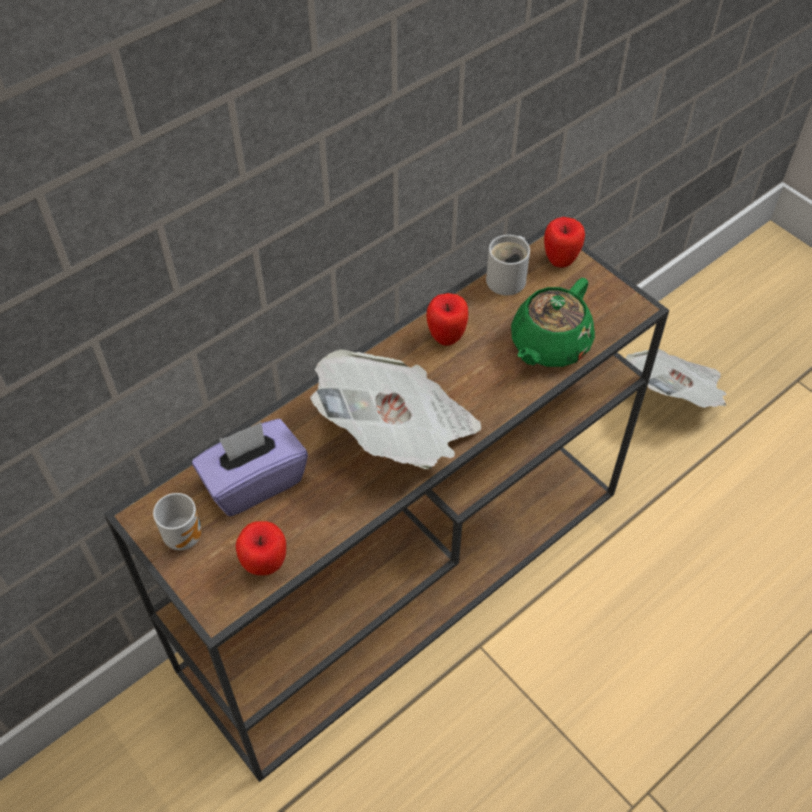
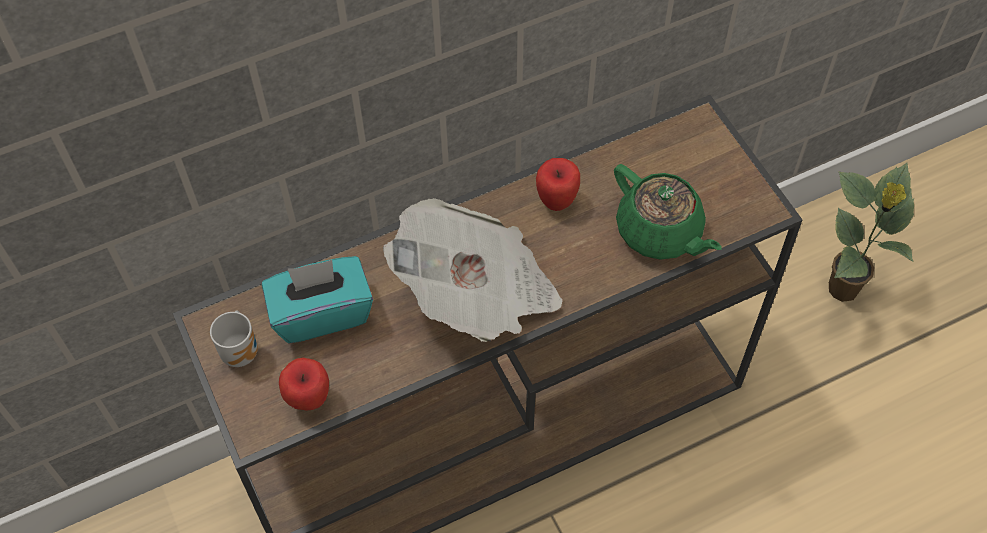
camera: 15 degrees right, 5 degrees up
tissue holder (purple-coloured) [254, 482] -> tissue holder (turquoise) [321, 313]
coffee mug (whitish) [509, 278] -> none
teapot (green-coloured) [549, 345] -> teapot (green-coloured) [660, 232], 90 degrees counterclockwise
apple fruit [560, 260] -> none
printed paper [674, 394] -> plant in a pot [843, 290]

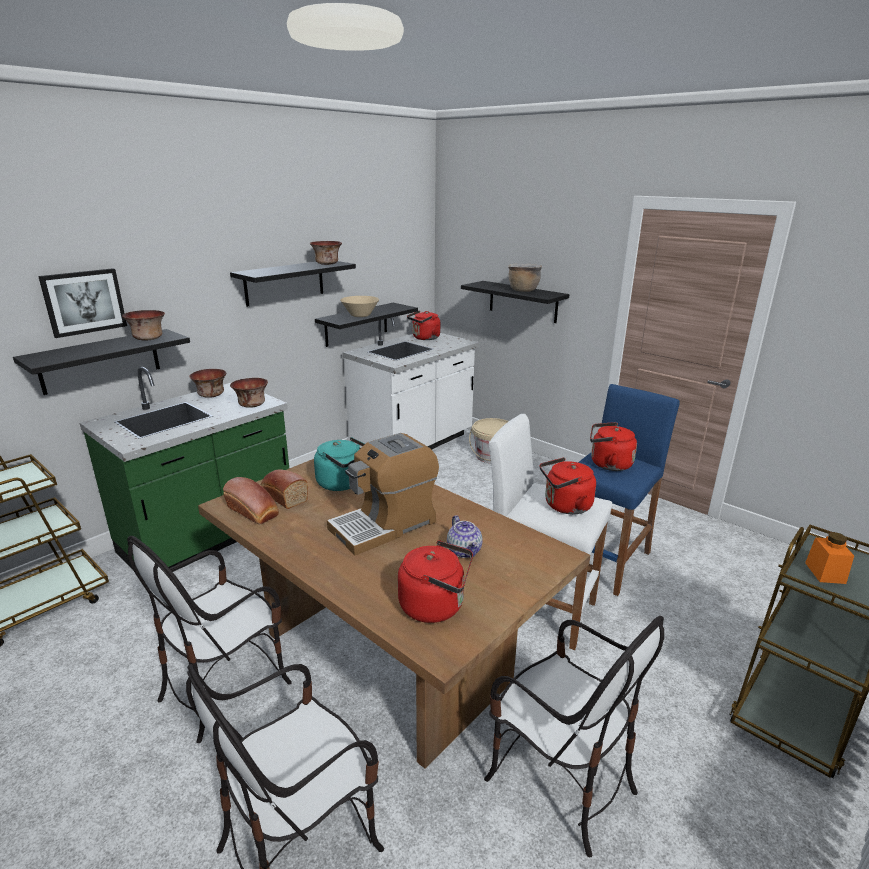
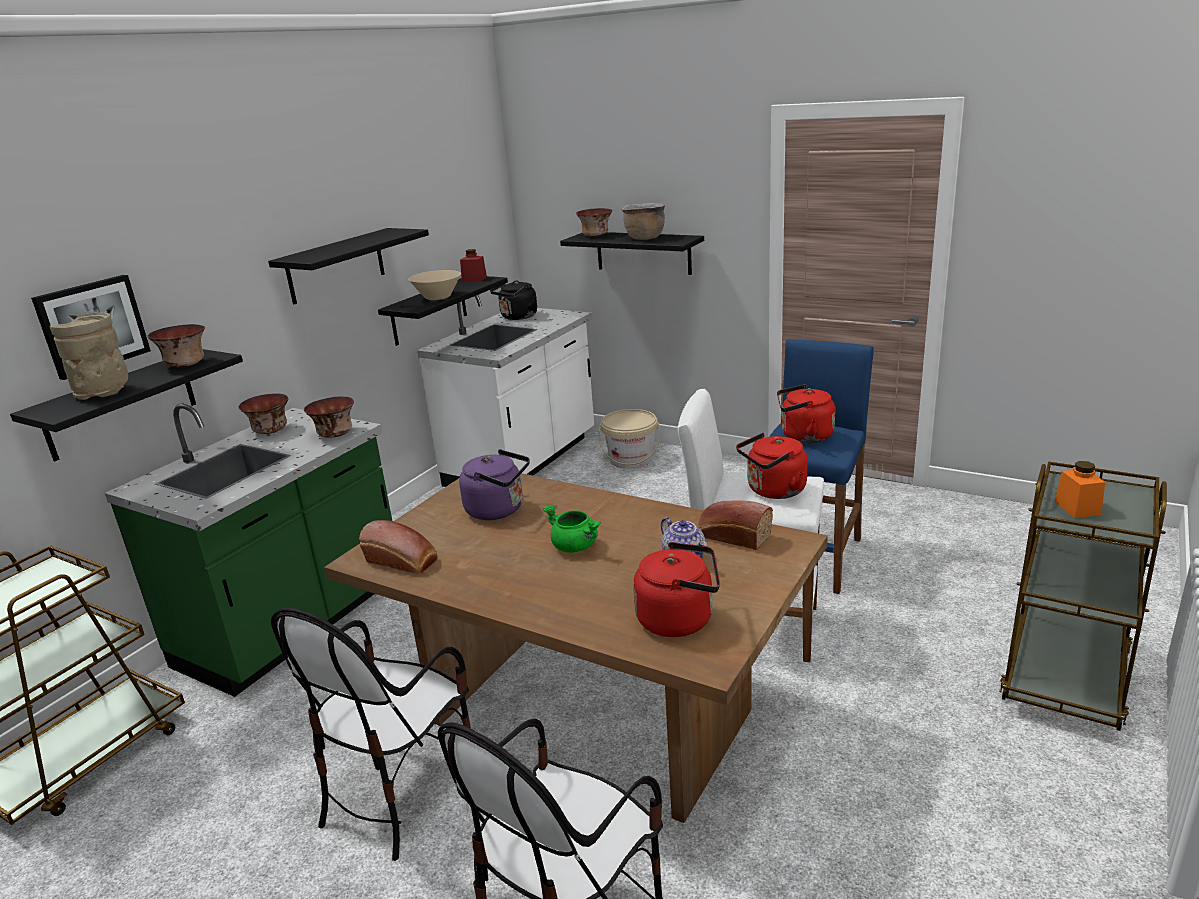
camera: 10 degrees left, 0 degrees up
baked bread [283, 496] -> baked bread [731, 536], relocated
bowl [327, 264] -> bowl [595, 235], relocated
water kettle (turquoise) [343, 483] -> water kettle (purple-coloured) [499, 510]
coffee machine [384, 525] -> stockpot (green-coloured) [575, 547]
water kettle (red) [424, 338] -> water kettle (black) [517, 317]
chair [559, 781] -> none
none -> vase (sand-coloured) [104, 393]
none -> jar (red) [474, 279]

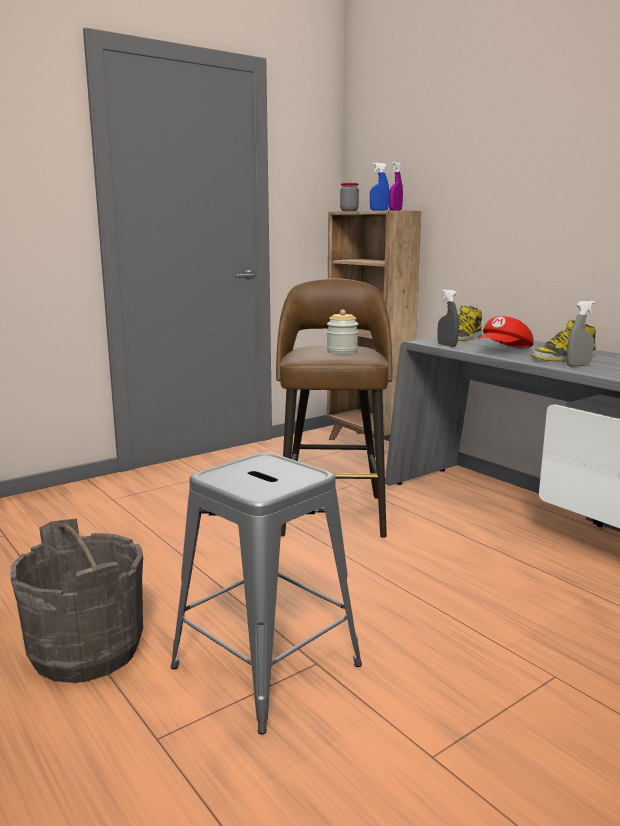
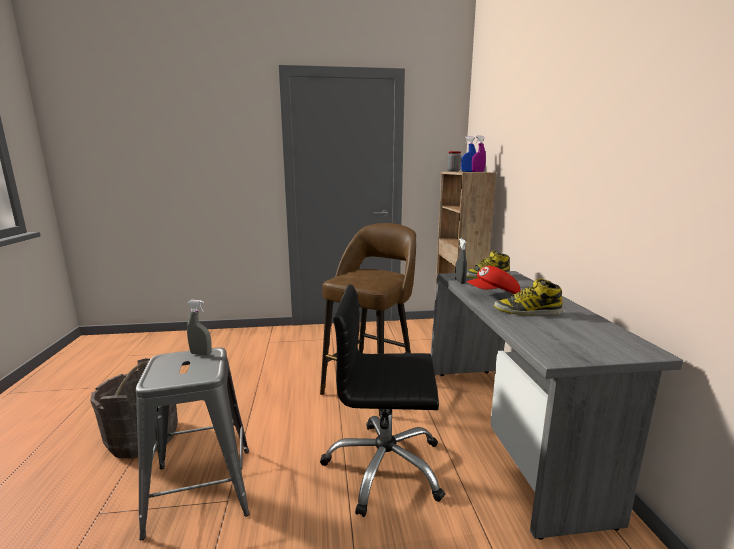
camera: 30 degrees right, 0 degrees up
jar [342, 351] -> none
spray bottle (gray) [578, 365] -> spray bottle (gray) [201, 354], relocated
none -> computer chair (black) [384, 467]

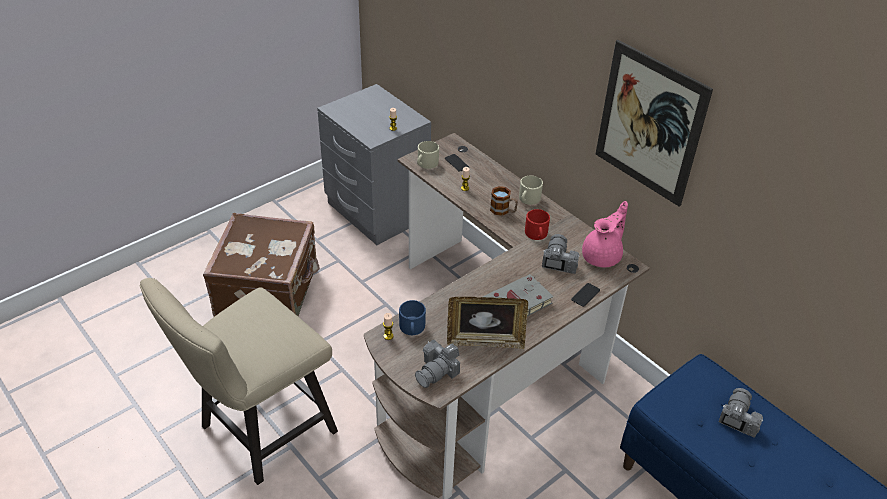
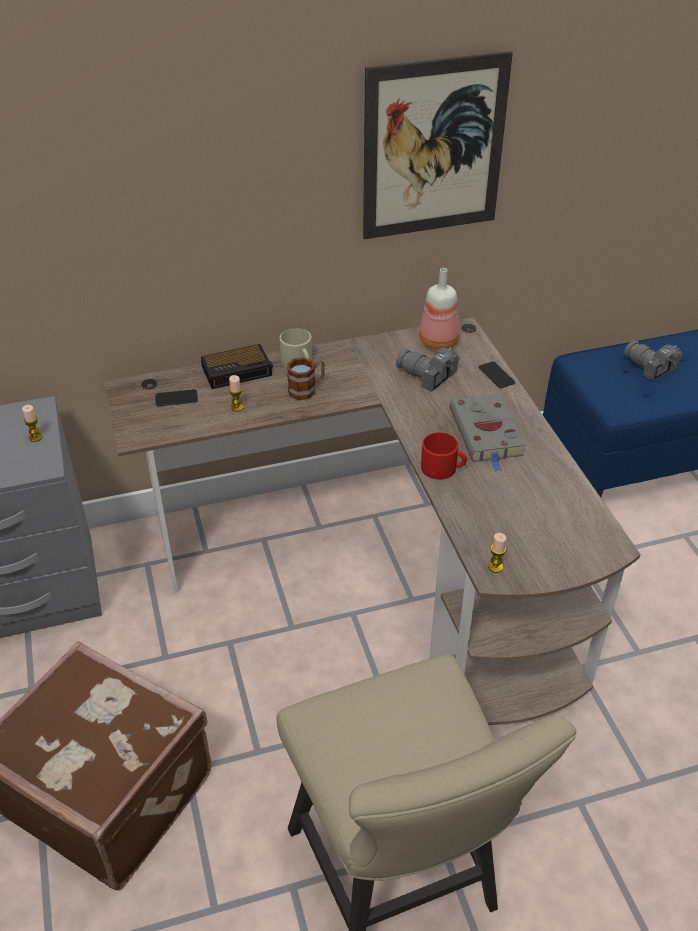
camera: 65 degrees left, 0 degrees up
coffee mug (bluish) [412, 328] -> none
photo camera [437, 371] -> none
coffee mug (sand-coloured) [426, 163] -> none
standing frame [485, 341] -> none
coffee mug (red) [536, 234] -> coffee mug (red) [443, 468], relocated
teapot (pink) [602, 256] -> drink bottle [439, 341]
none -> alarm clock [238, 371]

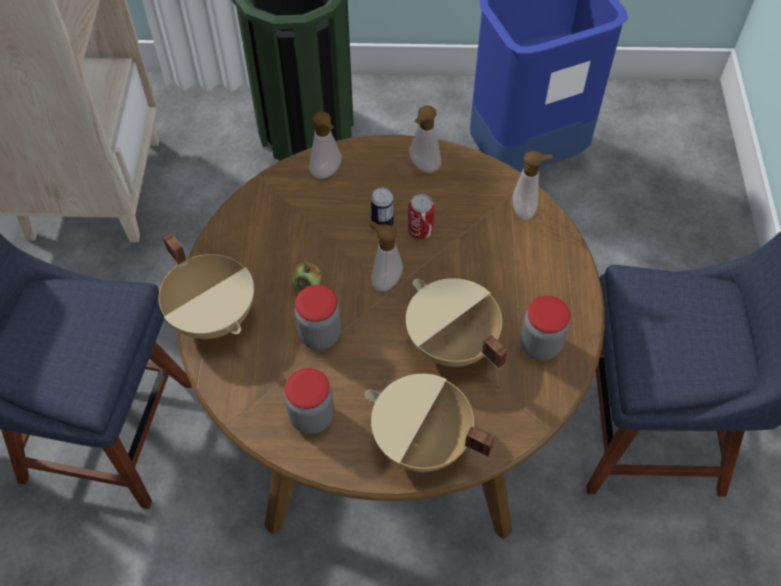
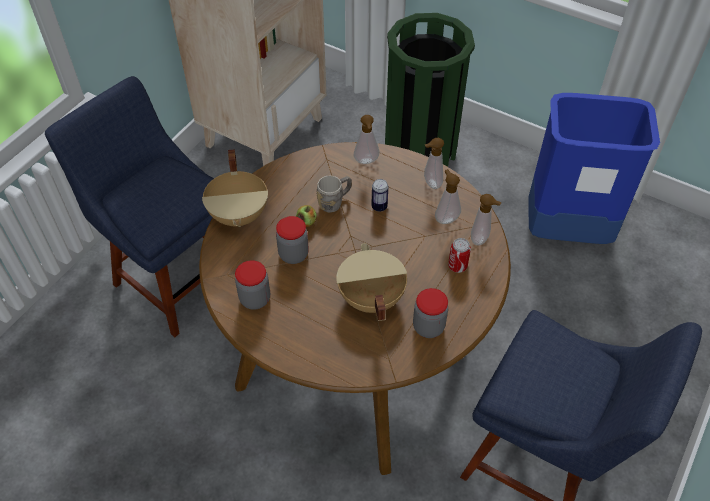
camera: 30 degrees right, 5 degrees down
stockpot (sand-coloured) [421, 443] -> none
soap bottle [384, 280] -> soap bottle [446, 218], relocated
sealed can [420, 231] -> sealed can [457, 266], relocated
none -> coffee mug (gray) [334, 202]

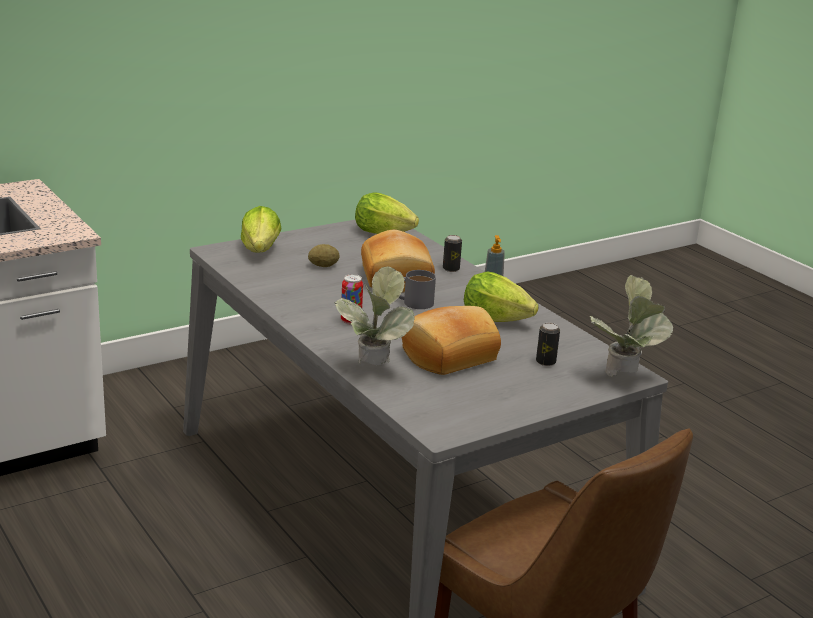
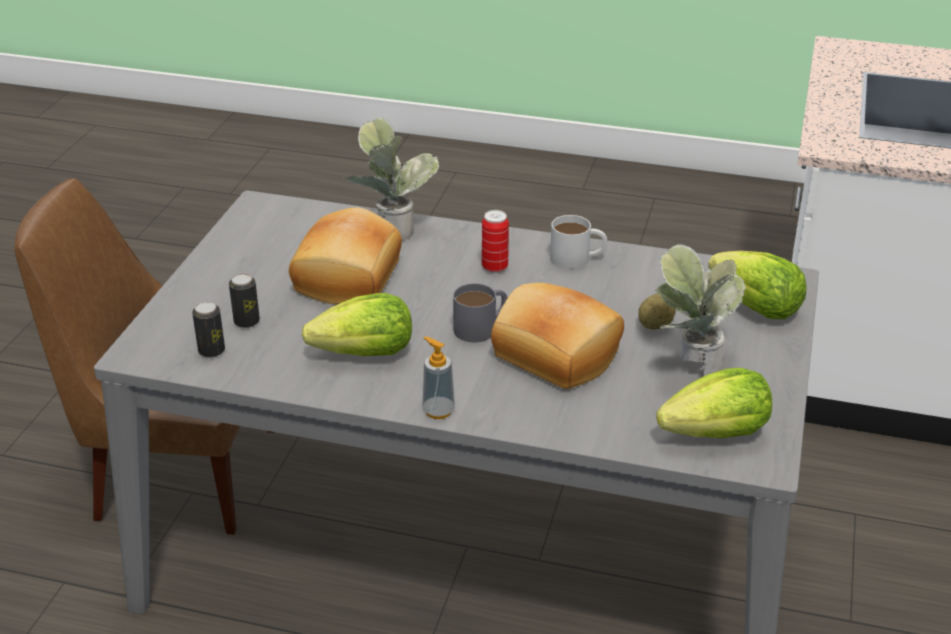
camera: 140 degrees right, 10 degrees up
sealed can [451, 269] -> sealed can [211, 351], relocated
plant in a pot [625, 378] -> plant in a pot [690, 365], relocated
none -> coffee mug (whitish) [578, 258]

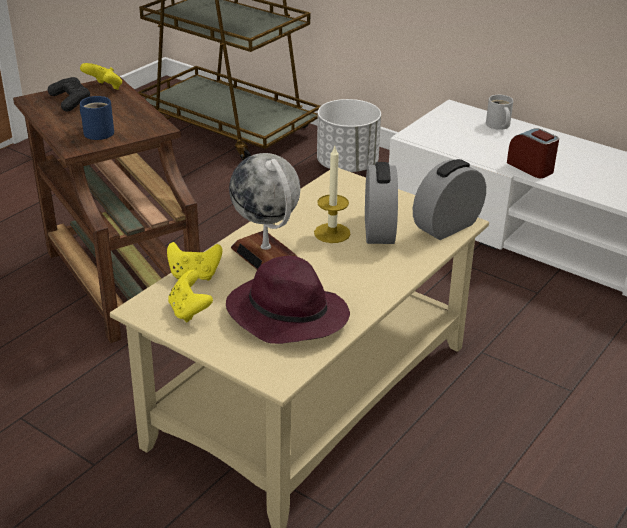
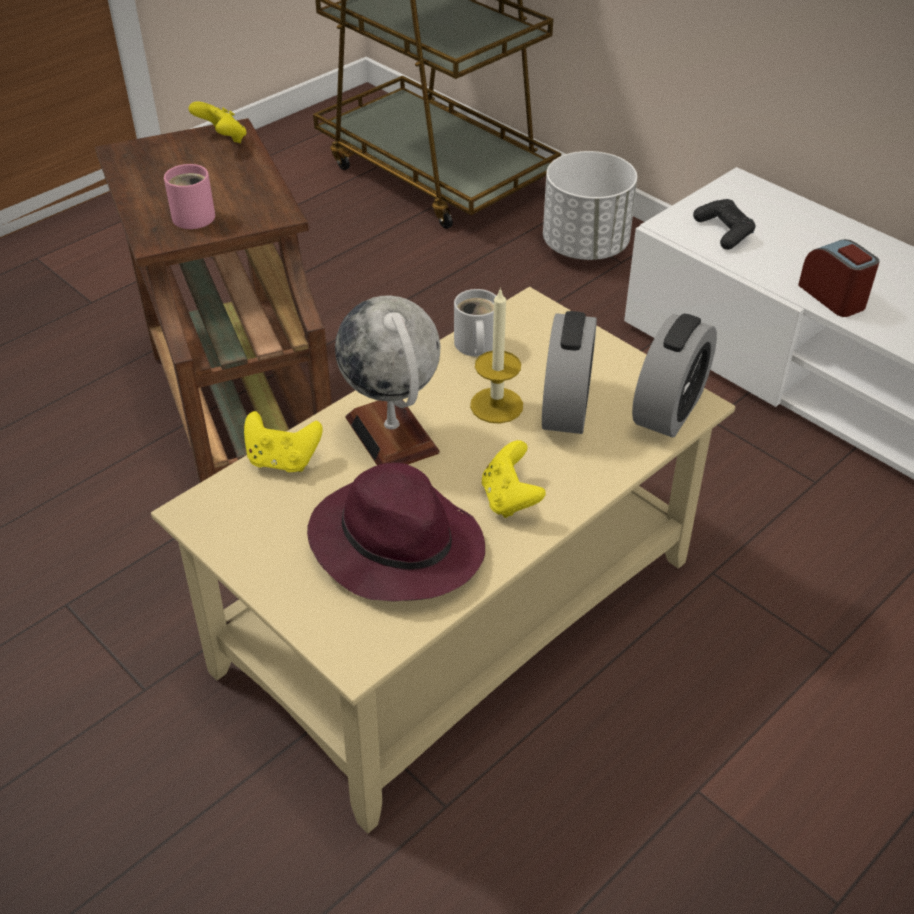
camera: 10 degrees right, 10 degrees up
gamepad (black) [70, 101] -> gamepad (black) [724, 231], relocated
coffee mug (bluish) [98, 132] -> coffee mug (pink) [193, 215]
gamepad (yellow) [189, 311] -> gamepad (yellow) [510, 499], relocated
alarm clock [447, 226] -> alarm clock [669, 410], 150 degrees clockwise
coffee mug (whitish) [498, 125] -> coffee mug (whitish) [475, 346], relocated

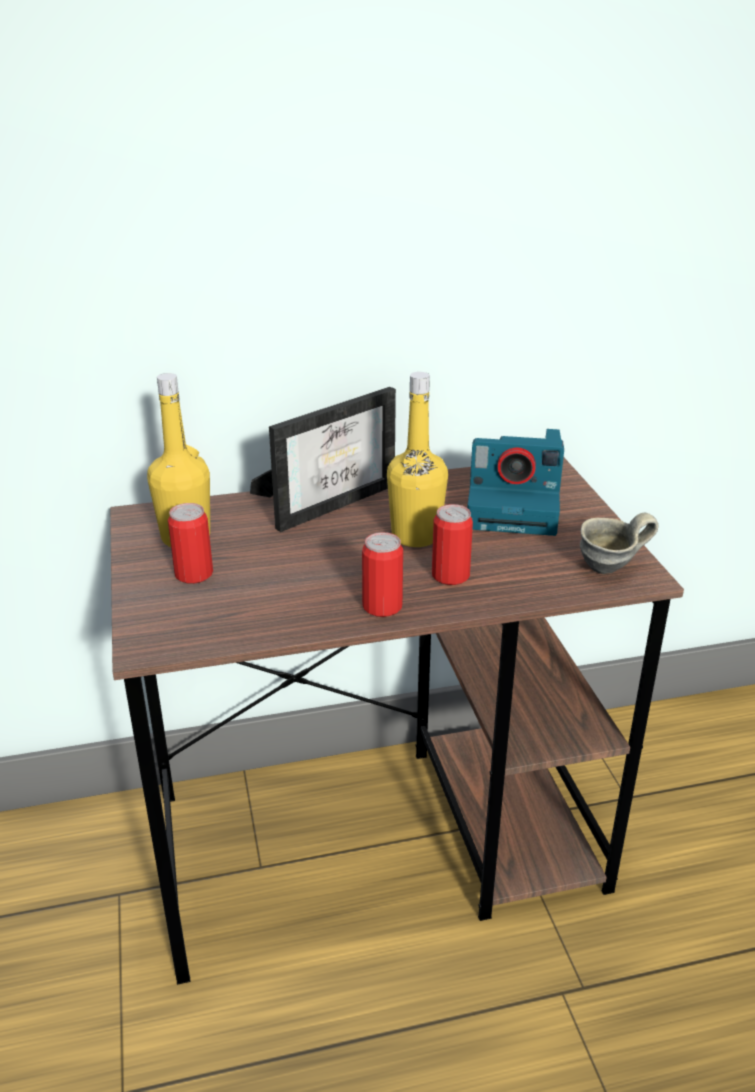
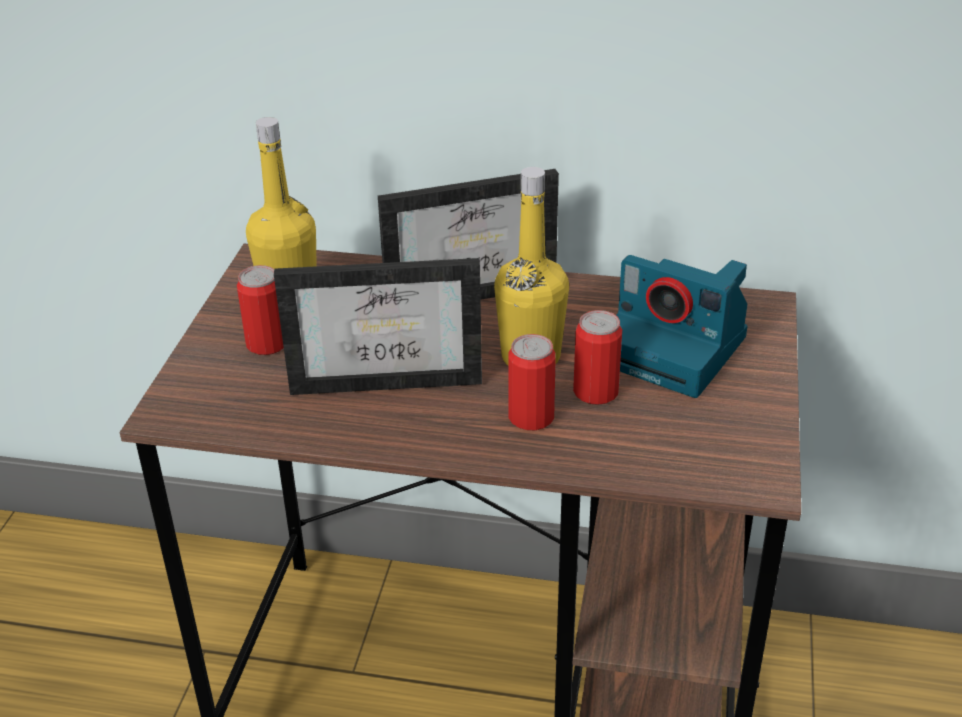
camera: 25 degrees right, 5 degrees up
sealed can [382, 606] -> sealed can [596, 392], relocated
coffee mug (gray) [611, 570] -> none
none -> standing frame [390, 374]

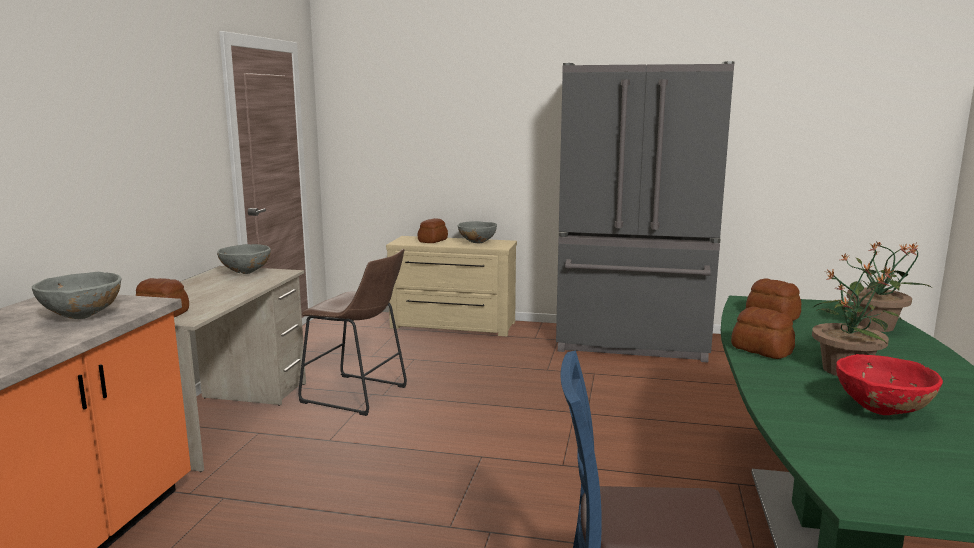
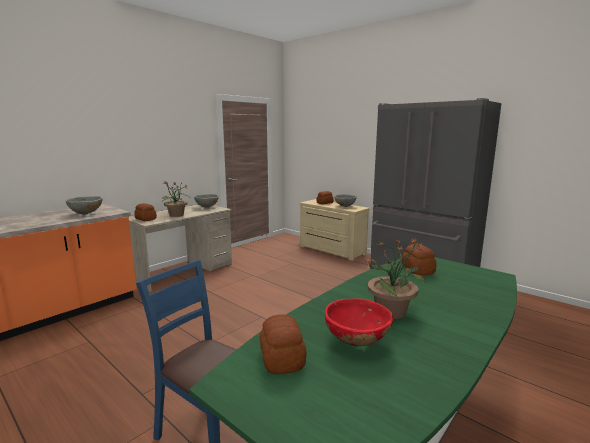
camera: 30 degrees right, 0 degrees up
stool (brown) [359, 396] -> none
baked bread [761, 350] -> baked bread [282, 358], relocated
plant in a pot [876, 326] -> plant in a pot [176, 215], relocated

